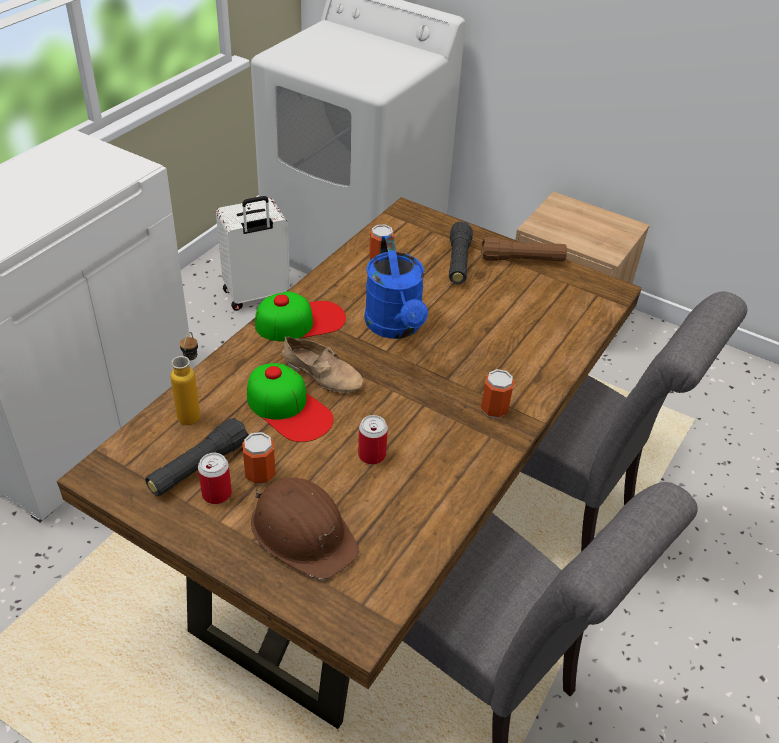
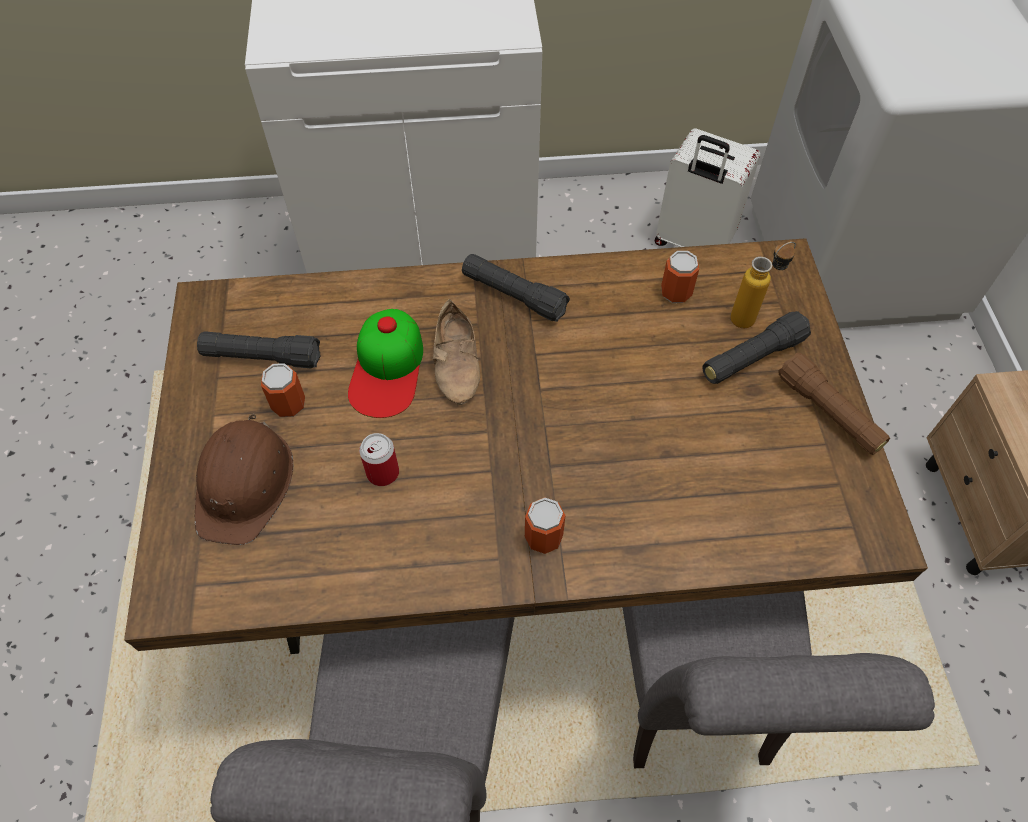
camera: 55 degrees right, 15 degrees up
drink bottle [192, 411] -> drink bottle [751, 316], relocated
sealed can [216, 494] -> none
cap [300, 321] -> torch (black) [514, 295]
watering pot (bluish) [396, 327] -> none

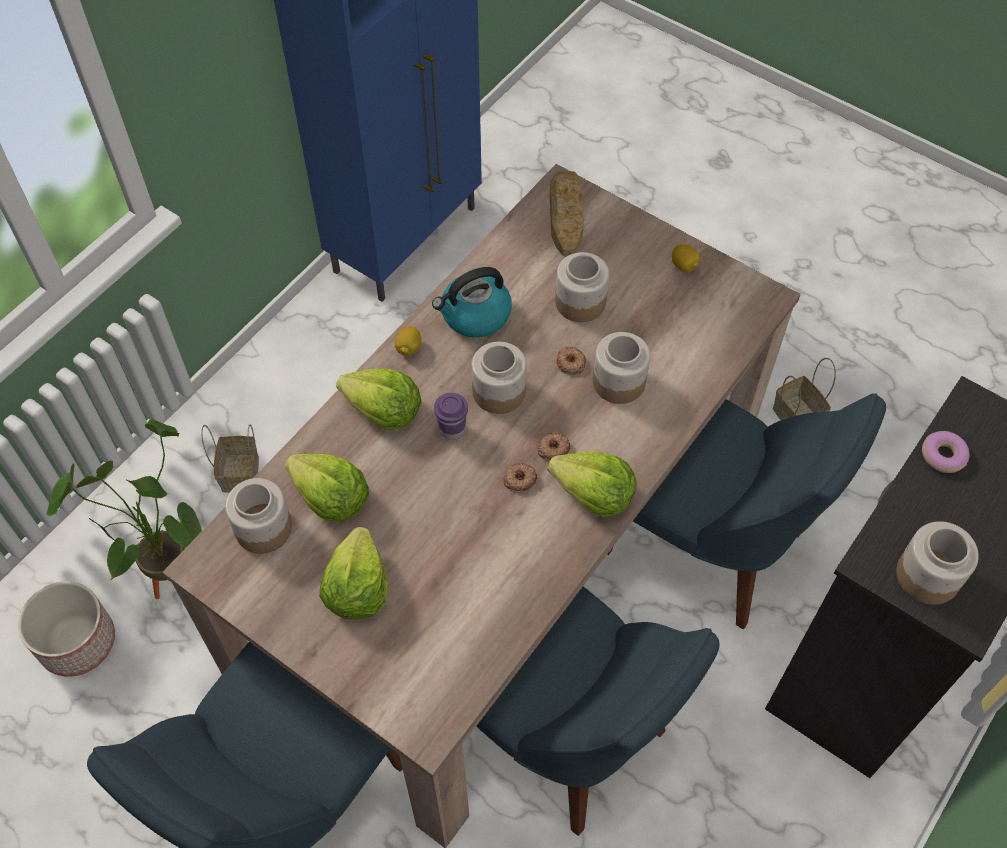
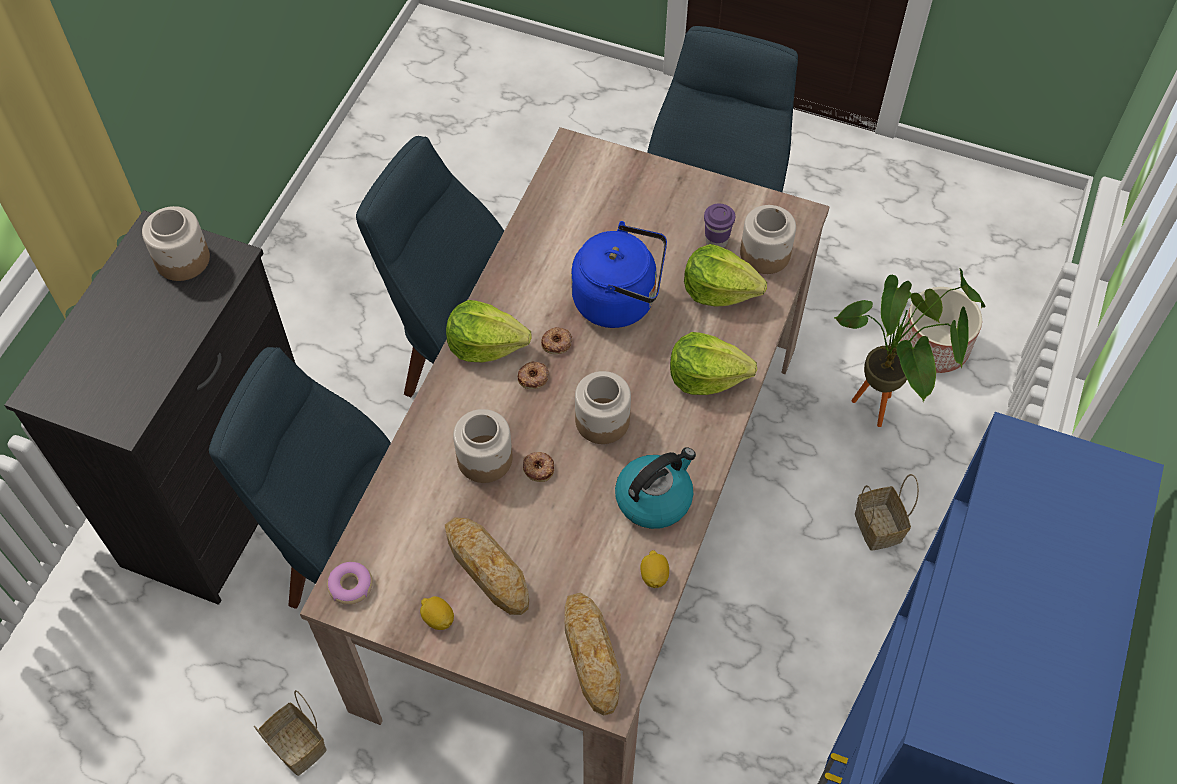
camera: 165 degrees right, 0 degrees up
lettuce [356, 588] -> none
citrus fruit [408, 348] -> citrus fruit [654, 575], relocated
cup (purple-coloured) [452, 430] -> cup (purple-coloured) [716, 241], relocated
jar [579, 302] -> none
ring doughnut [943, 456] -> ring doughnut [351, 586], relocated
none -> baked bread [487, 568]
none -> water kettle (bluish) [620, 300]

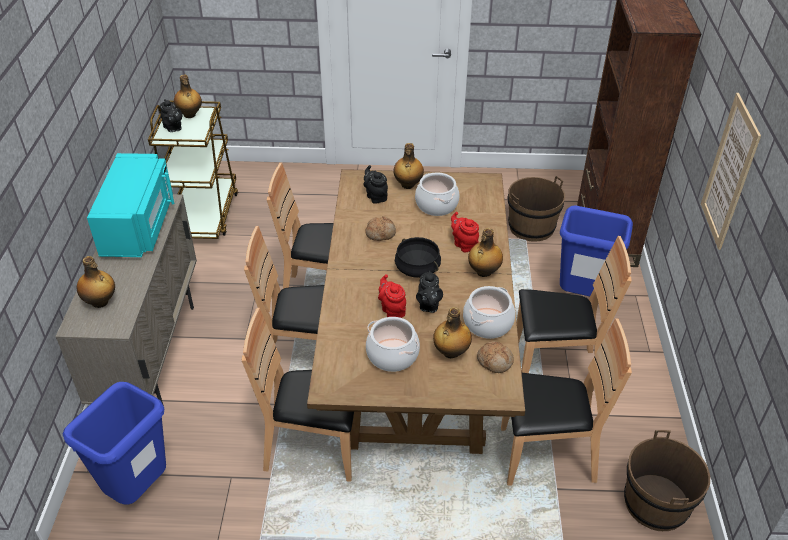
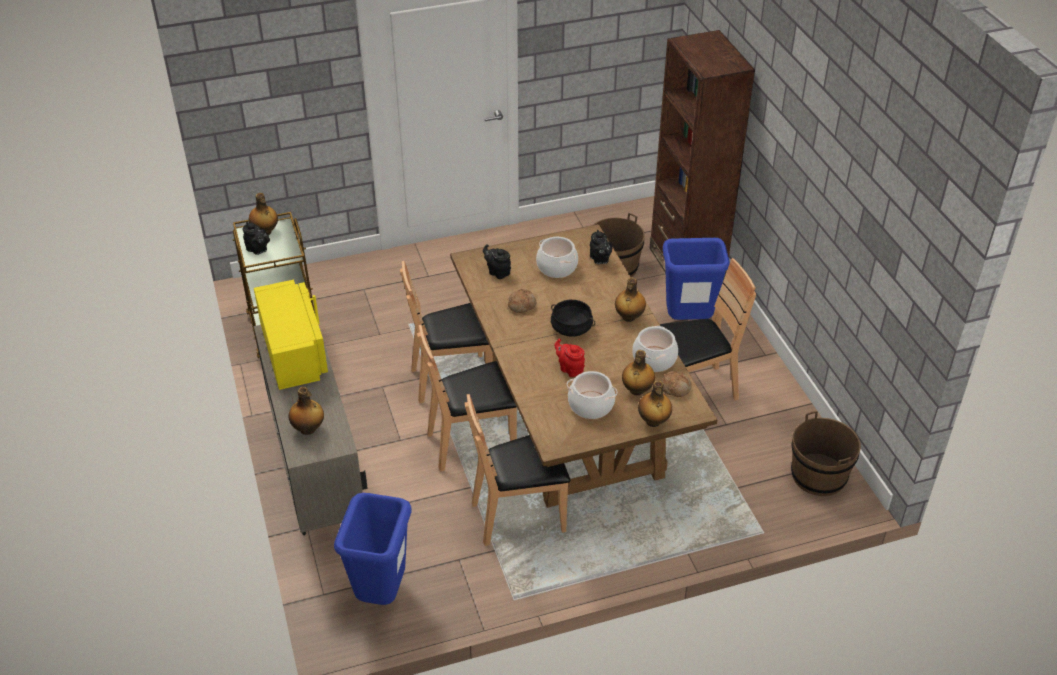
camera: 20 degrees left, 0 degrees up
kitchen microwave (turquoise) [139, 226] -> kitchen microwave (yellow) [294, 353]
drink bottle [407, 185] -> drink bottle [653, 421], relocated
teapot (black) [428, 306] -> teapot (black) [600, 259], relocated
teapot (red) [464, 244] -> none
chair (brown) [546, 456] -> none
wall picture [729, 172] -> none

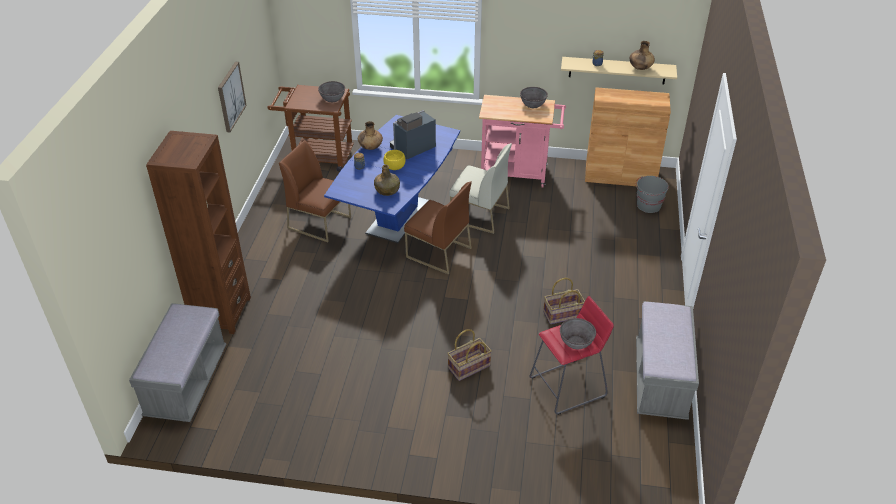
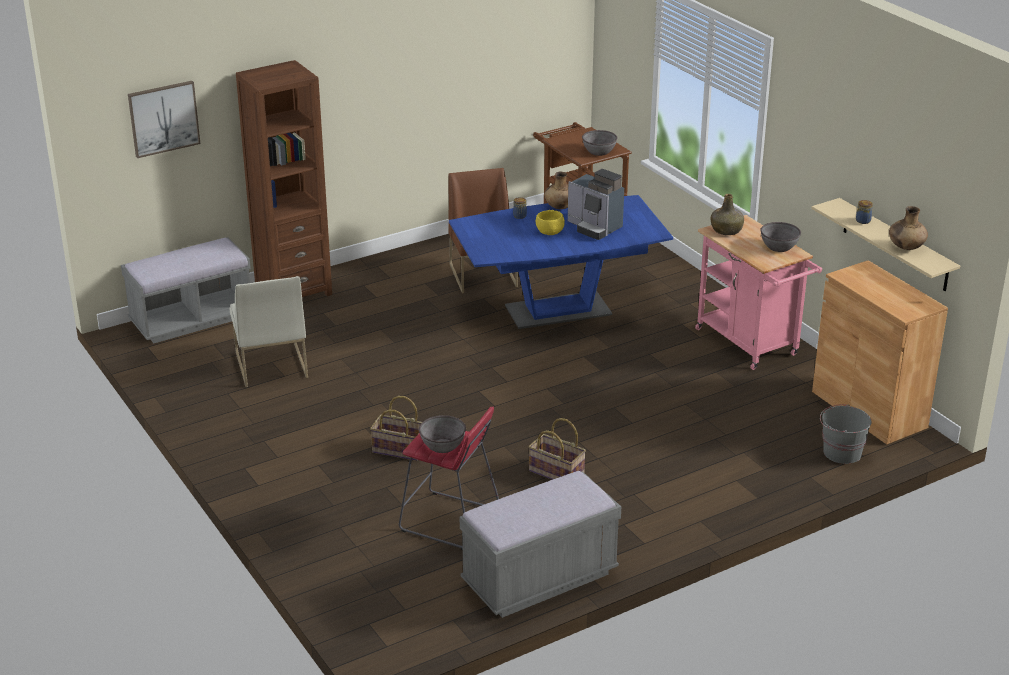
camera: 50 degrees right, 10 degrees down
wall picture [230, 96] -> wall picture [163, 118], relocated
drink bottle (green-coloured) [387, 190] -> drink bottle (green-coloured) [726, 230], relocated
coffee machine [412, 149] -> coffee machine [594, 227], 150 degrees counterclockwise
chair (brown) [438, 253] -> none
chair (whitish) [479, 215] -> chair (whitish) [270, 365], relocated

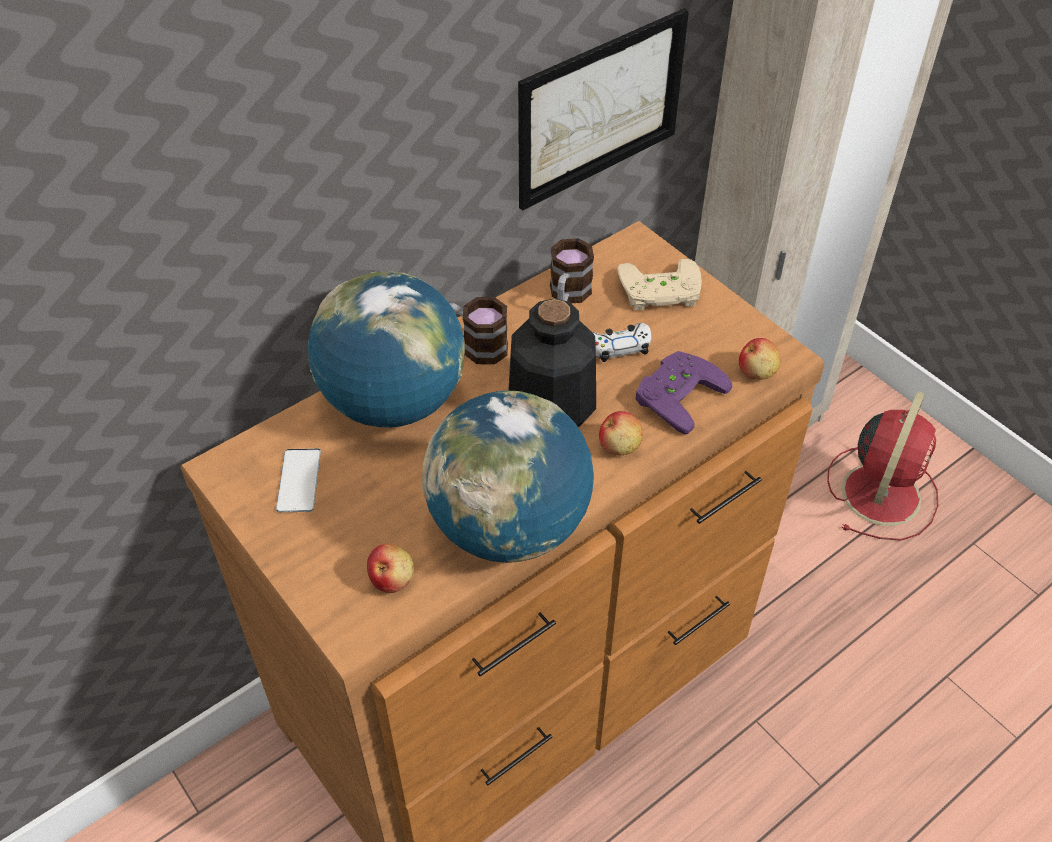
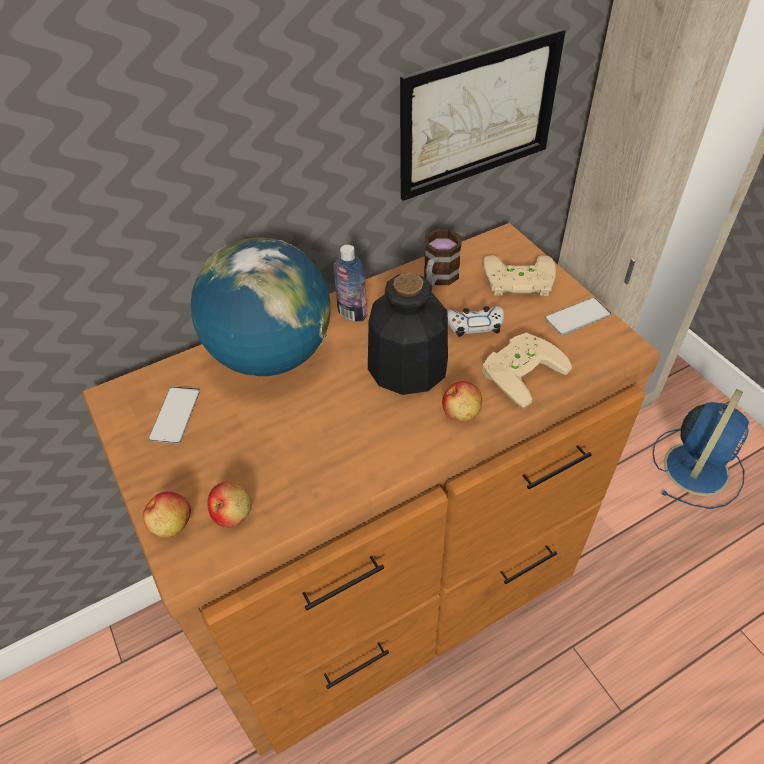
camera: 10 degrees right, 0 degrees up
globe [509, 526] -> none
coffee mug [477, 346] -> drink bottle [352, 313]
gamepad (purple-coloured) [675, 393] -> gamepad (sand-coloured) [519, 369]
apple fruit [757, 371] -> apple fruit [172, 524], relocated
cooling fan (red) [881, 492] -> cooling fan (bluish) [697, 467]
none -> phone [578, 316]

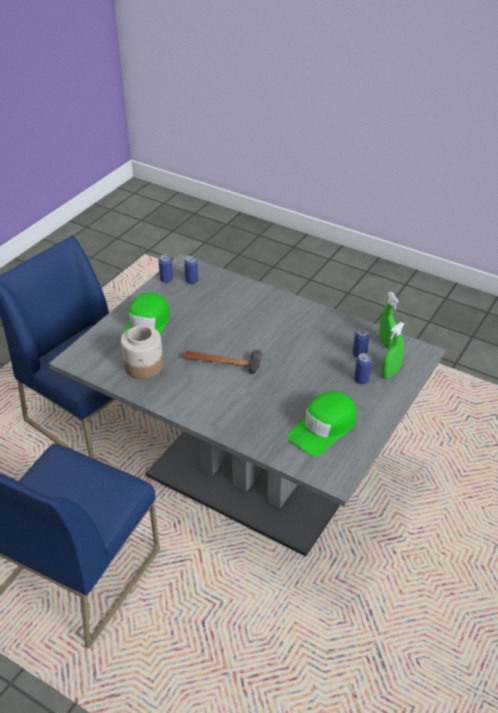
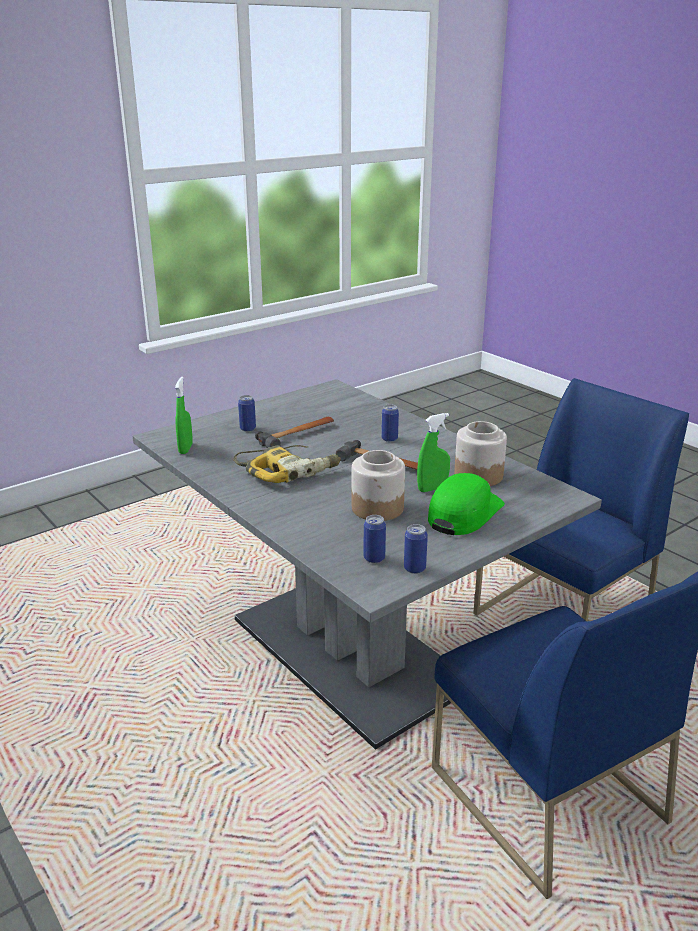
camera: 160 degrees left, 15 degrees down
cap (green-coloured) [324, 428] -> none
sealed can [359, 354] -> sealed can [389, 439], relocated
spray bottle (green-coloured) [390, 373] -> spray bottle (green-coloured) [432, 488], relocated
none -> drill [288, 470]
none -> tool hammer [297, 435]
none -> jar [378, 508]

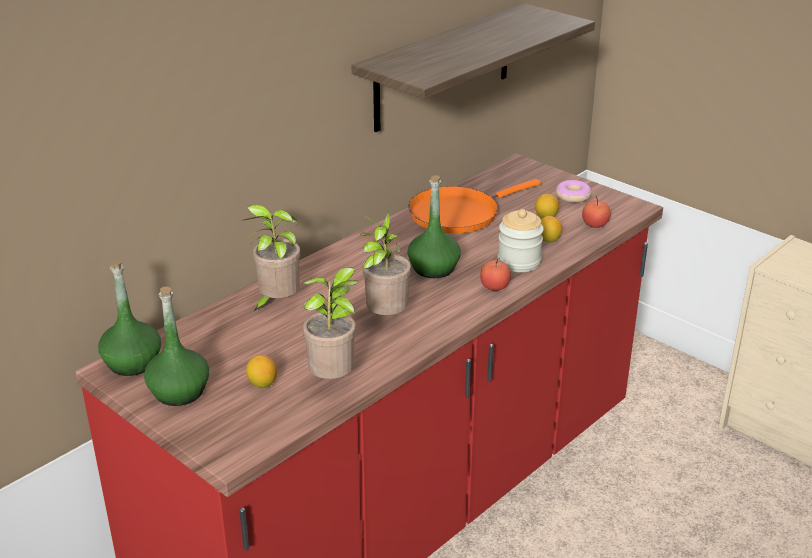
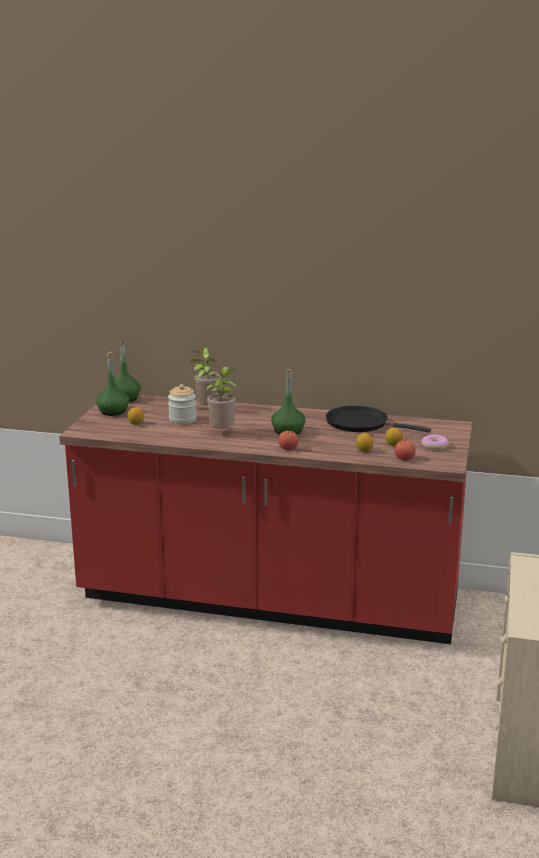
camera: 60 degrees right, 10 degrees down
plant in a pot [334, 380] -> none
shelf [443, 67] -> none
skillet (orange-coloured) [458, 213] -> skillet (black) [361, 424]
jar [519, 262] -> jar [182, 419], relocated

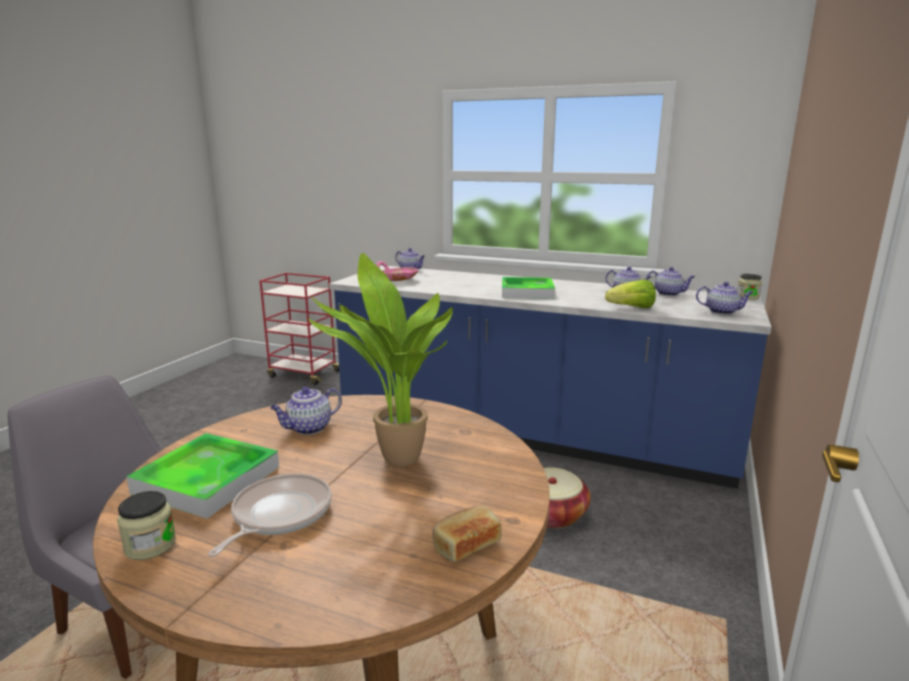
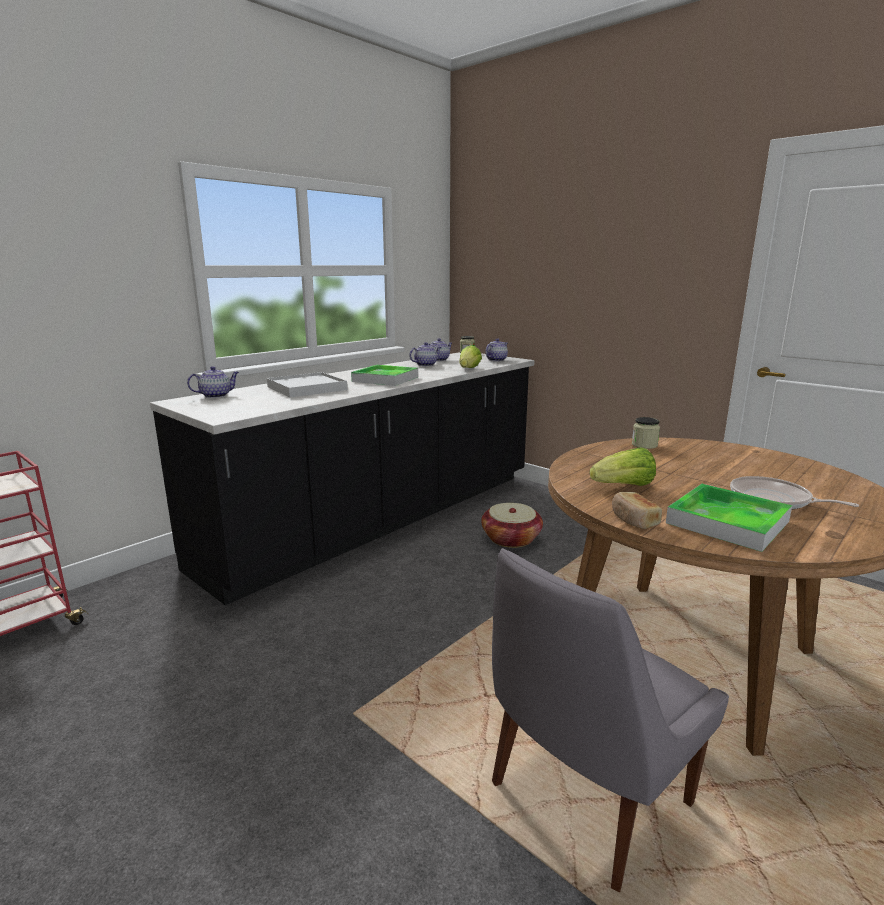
camera: 70 degrees left, 0 degrees up
jar [150, 545] -> jar [644, 445], relocated
teapot [308, 428] -> lettuce [624, 486]
plant in a pot [395, 460] -> none
counter (bluish) [528, 433] -> counter (black) [382, 519]
bowl (pink) [395, 280] -> none
baked bread [465, 544] -> baked bread [633, 520], relocated
none -> serving tray (whitish) [307, 388]

